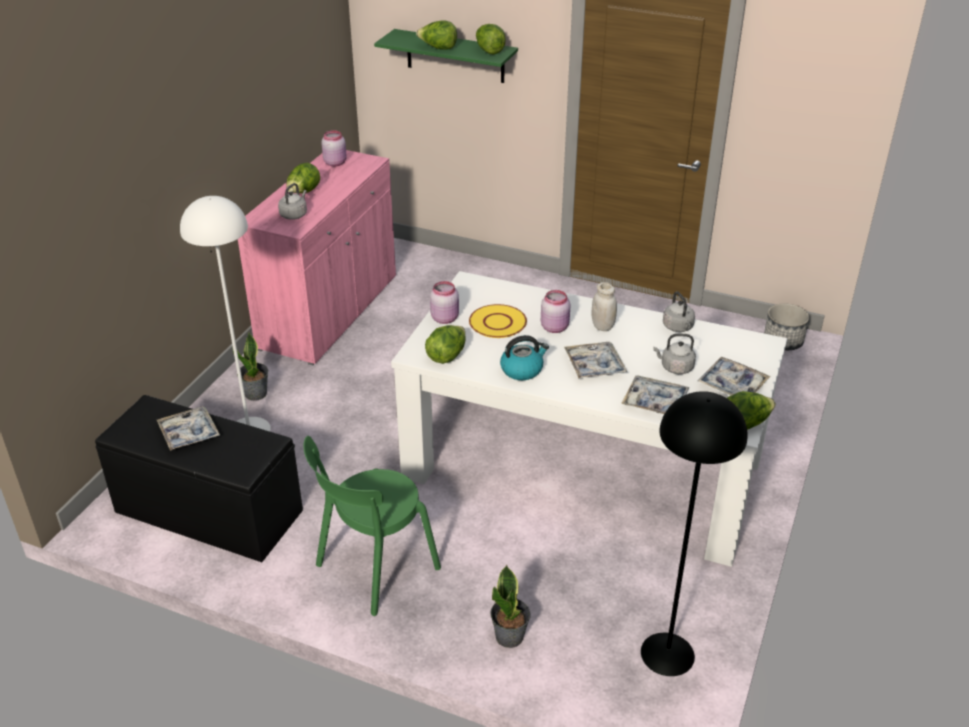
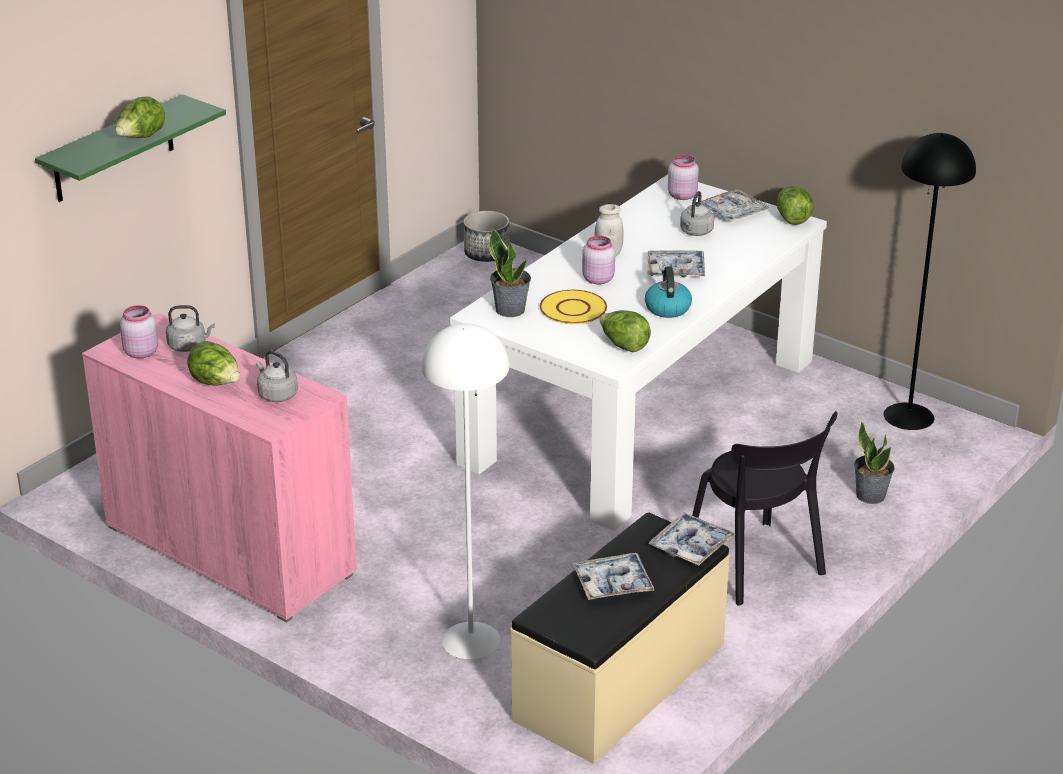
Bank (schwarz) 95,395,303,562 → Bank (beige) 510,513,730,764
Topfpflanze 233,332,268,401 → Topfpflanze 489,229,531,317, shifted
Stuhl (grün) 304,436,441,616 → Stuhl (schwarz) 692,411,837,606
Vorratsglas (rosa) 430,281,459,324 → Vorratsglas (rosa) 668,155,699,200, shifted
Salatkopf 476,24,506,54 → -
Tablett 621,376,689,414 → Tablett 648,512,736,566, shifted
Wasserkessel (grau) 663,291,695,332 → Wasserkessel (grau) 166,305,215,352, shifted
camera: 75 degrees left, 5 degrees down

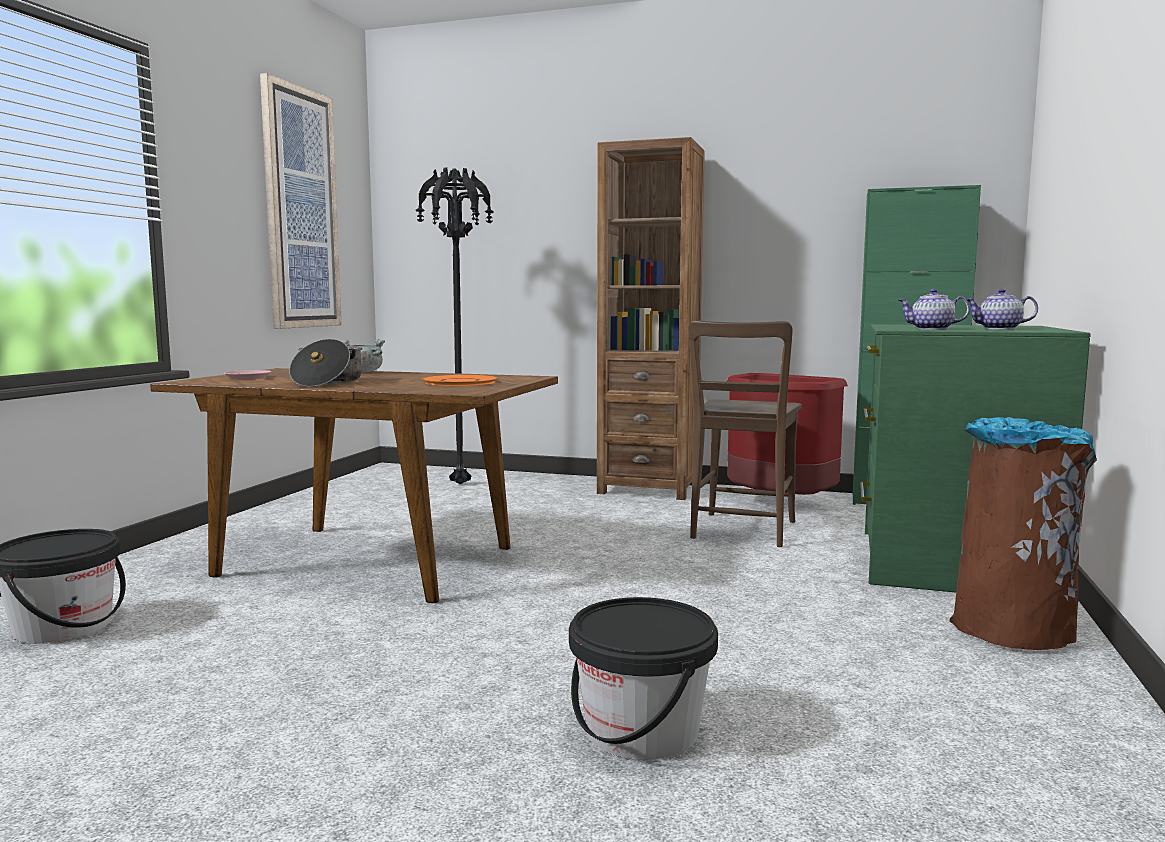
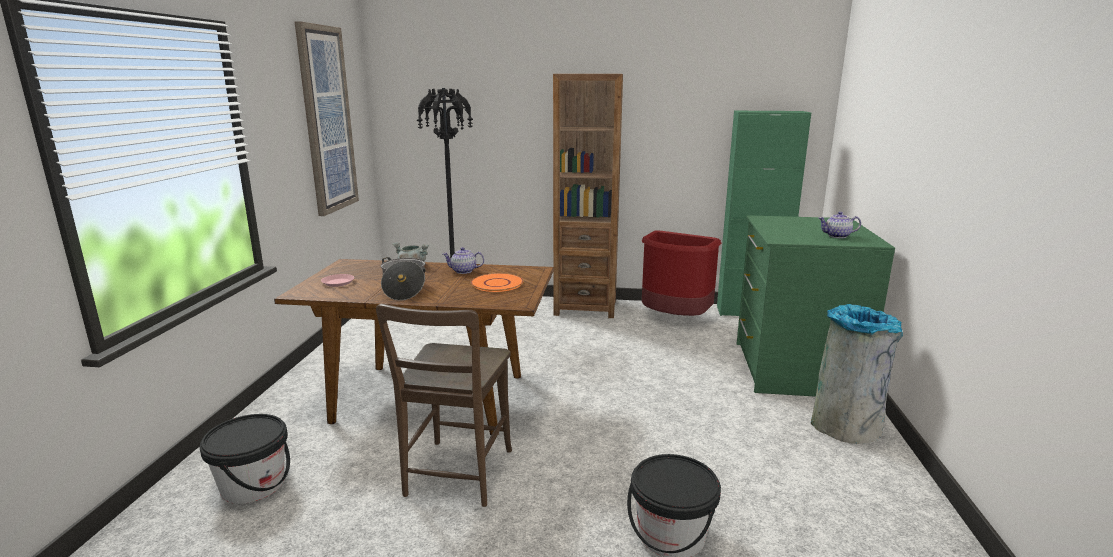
Stuhl (braun) 688,320,802,547 → Stuhl (braun) 376,304,512,507, shifted
Teekanne 899,289,970,330 → Teekanne 442,247,484,274, shifted
Mülleimer (braun) 950,417,1097,650 → Mülleimer (grau) 811,304,903,444
camera: 10 degrees left, 10 degrees up

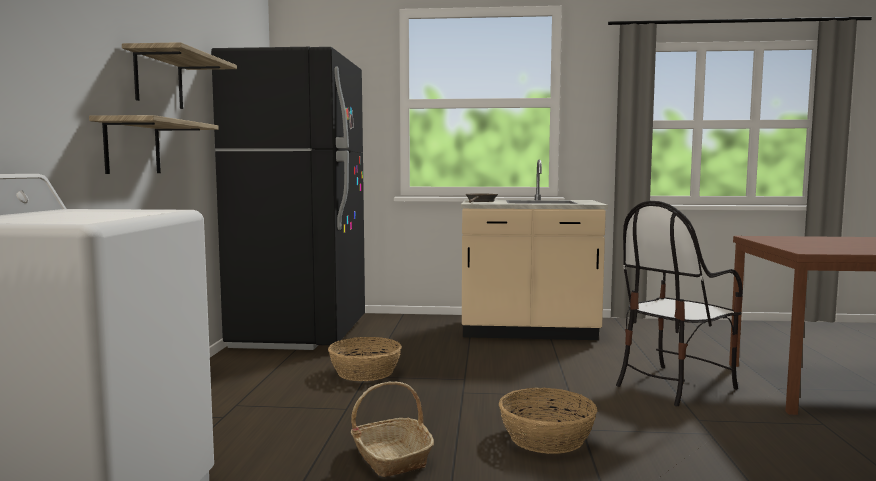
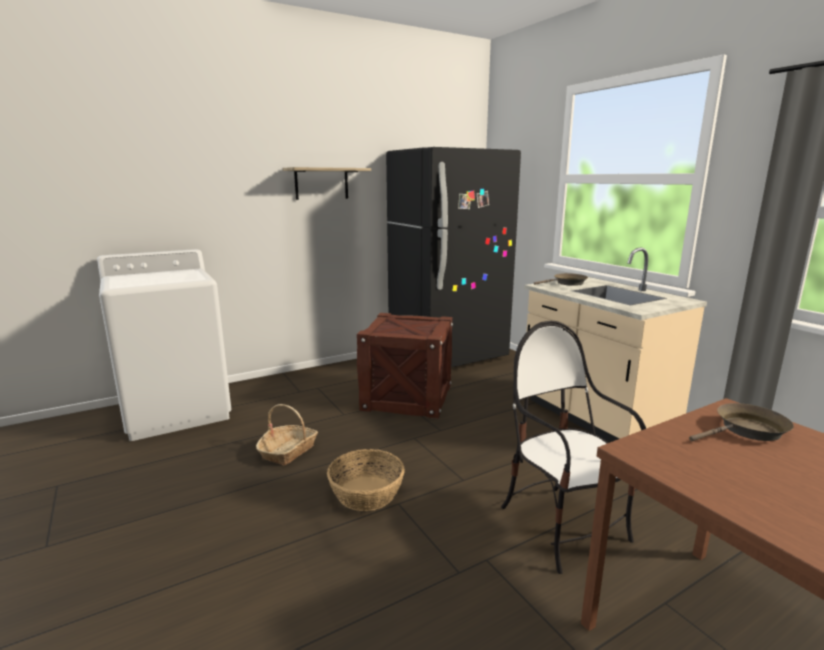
Wandregal 89,115,218,174 → -
Korb 328,337,402,381 → Kiste 357,313,453,419
Stuhl 616,201,743,406 → Stuhl 501,321,646,574, 45 degrees clockwise
- → Pfanne (braun) 689,403,794,441
camera: 55 degrees right, 10 degrees up

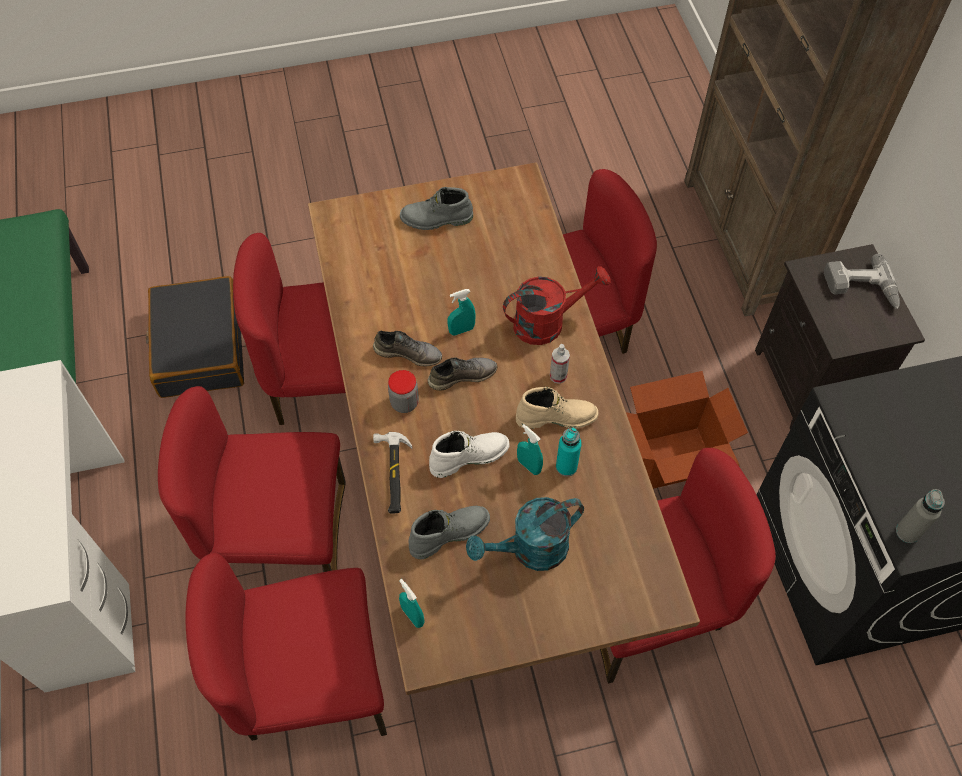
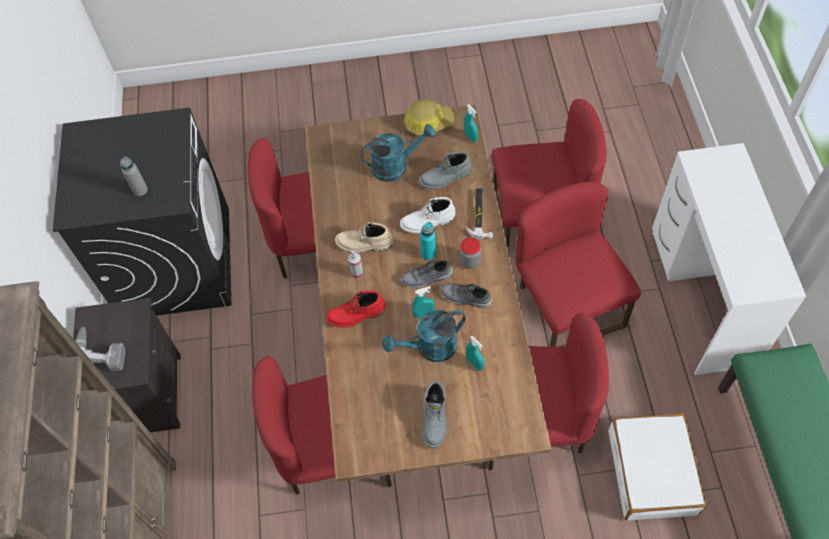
Koffer (schwarz) 146,276,244,398 → Koffer (weiß) 608,413,706,521
Stuhl (rot) 158,386,346,572 → Stuhl (rot) 516,182,641,347, 120 degrees counterclockwise
Stiefel (grau) 400,187,473,230 → Stiefel (grau) 422,381,447,448, 90 degrees clockwise
Gießkanne (rot) 503,266,611,345 → Stiefel (rot) 326,290,386,328
Sprühflasche (türkis) 517,424,543,475 → Sprühflasche (türkis) 466,336,484,371, shifted
Flasche (türkis) 556,427,582,477 → Flasche (türkis) 420,222,436,260, shifted
Karton 626,371,748,489 → -
Flasche (grau) 896,489,945,543 → Flasche (grau) 120,157,148,196, shifted
- → Gießkanne (türkis) 382,310,466,362
- → Schutzhelm 404,100,454,136
camera: 170 degrees left, 0 degrees up

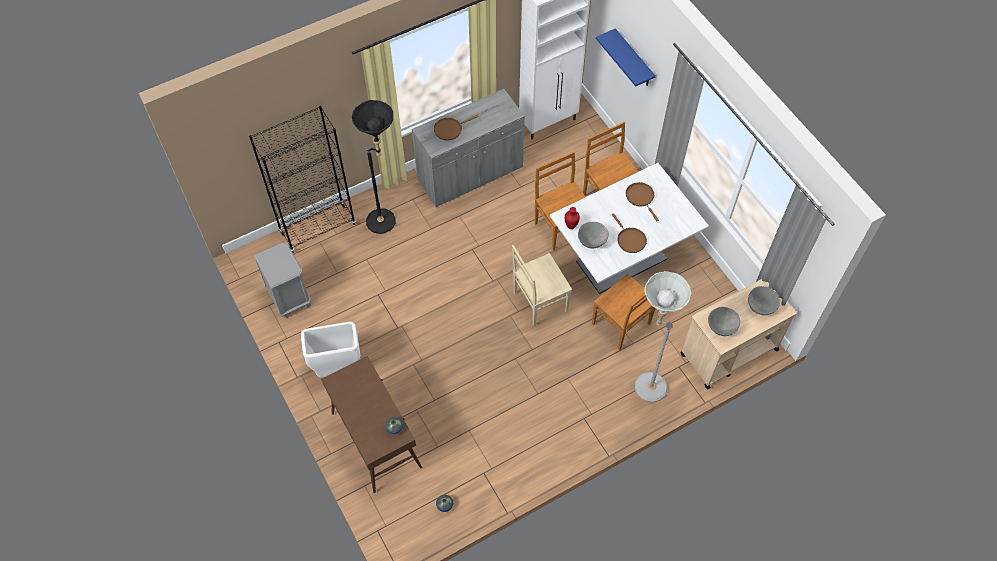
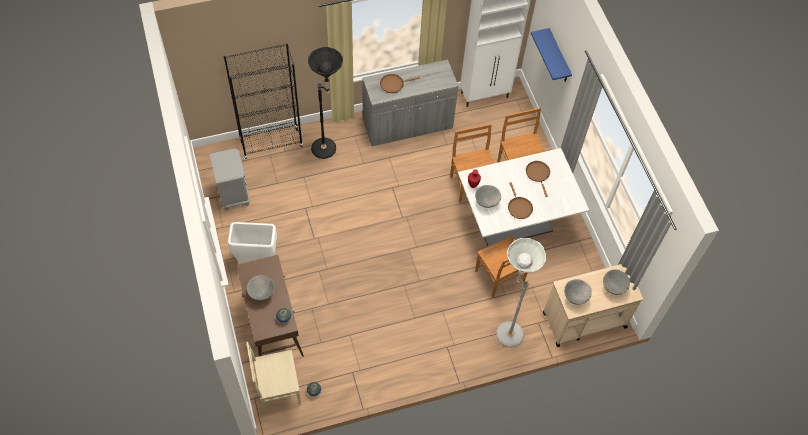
Stuhl (beige) 512,245,572,327 → Stuhl (beige) 246,342,301,412, shifted
- → Schüssel (grau) 247,275,275,301
camera: 10 degrees right, 0 degrees up

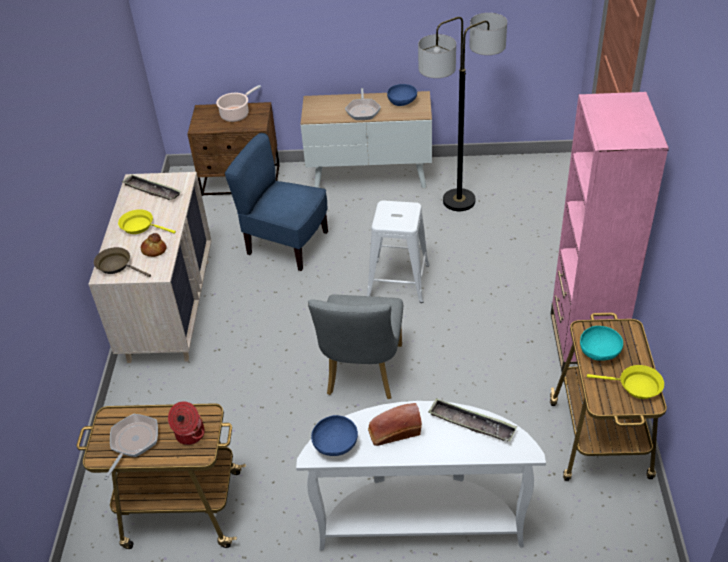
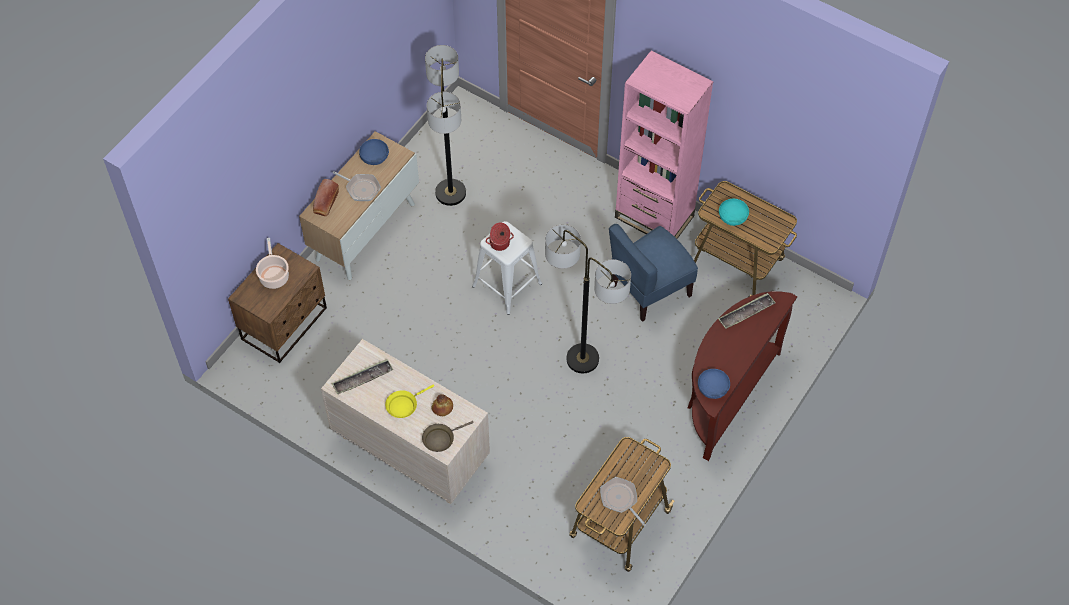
Kochtopf 168,401,205,445 → Kochtopf 486,223,514,251, shifted
Stuhl (blau) 225,133,328,271 → Stuhl (blau) 609,224,698,322, shifted
Konsolentisch (weiß) 296,401,546,551 → Konsolentisch (braun) 688,291,797,461
Stuhl (grau) 308,295,403,399 → Stehlampe 545,225,631,373
Brot 368,403,422,446 → Brot 313,179,339,216, shifted
Pfanne (gelb) 587,365,664,399 → -
camera: 60 degrees left, 15 degrees up

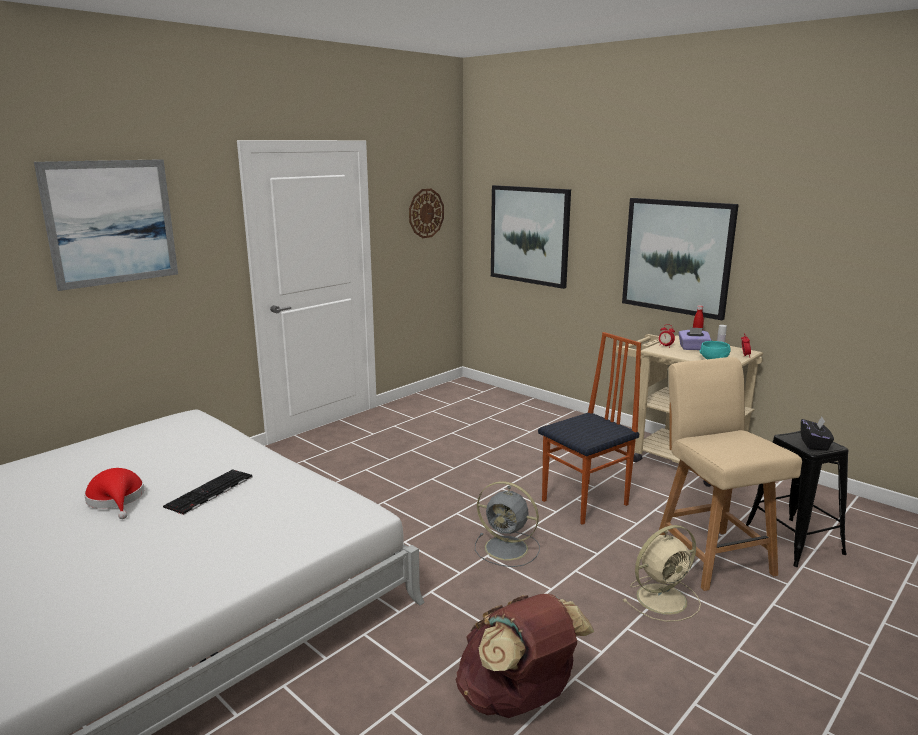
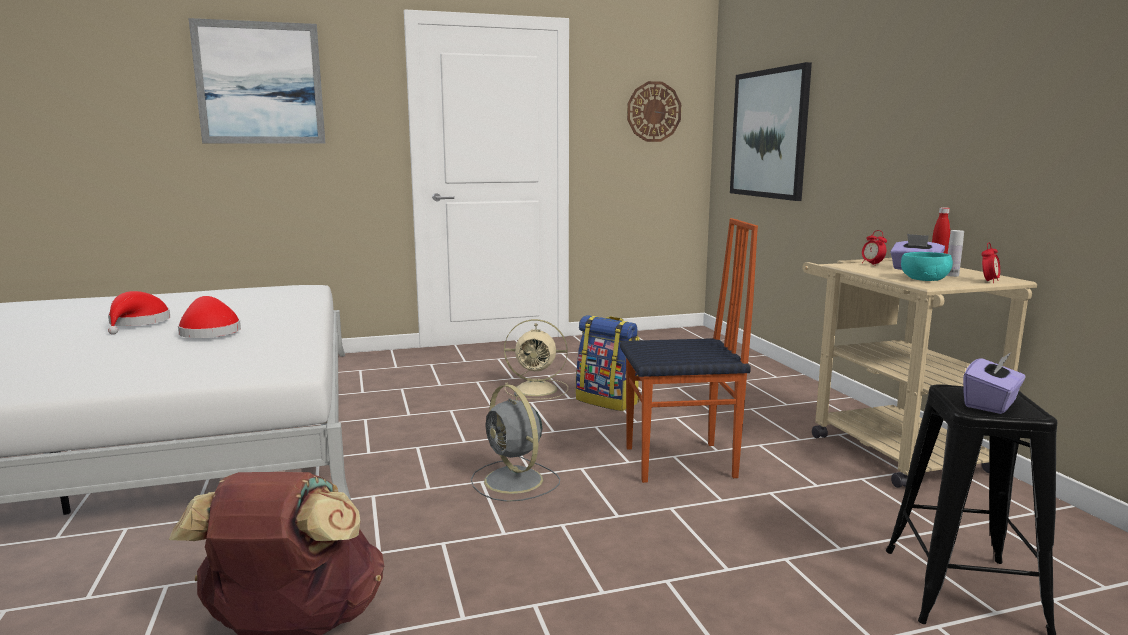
Tastatur 163,469,252,515 → Hut (rot) 178,296,241,338
Bild 622,198,739,320 → -
Ventilator (beige) 622,525,701,622 → Ventilator (beige) 504,319,568,400, shifted
Stuhl (beige) 659,357,802,591 → -
Taschentuchbox (schwarz) 801,417,834,451 → Taschentuchbox (lila) 963,353,1025,414
- → Rucksack 576,315,639,411
camera: 30 degrees right, 5 degrees down

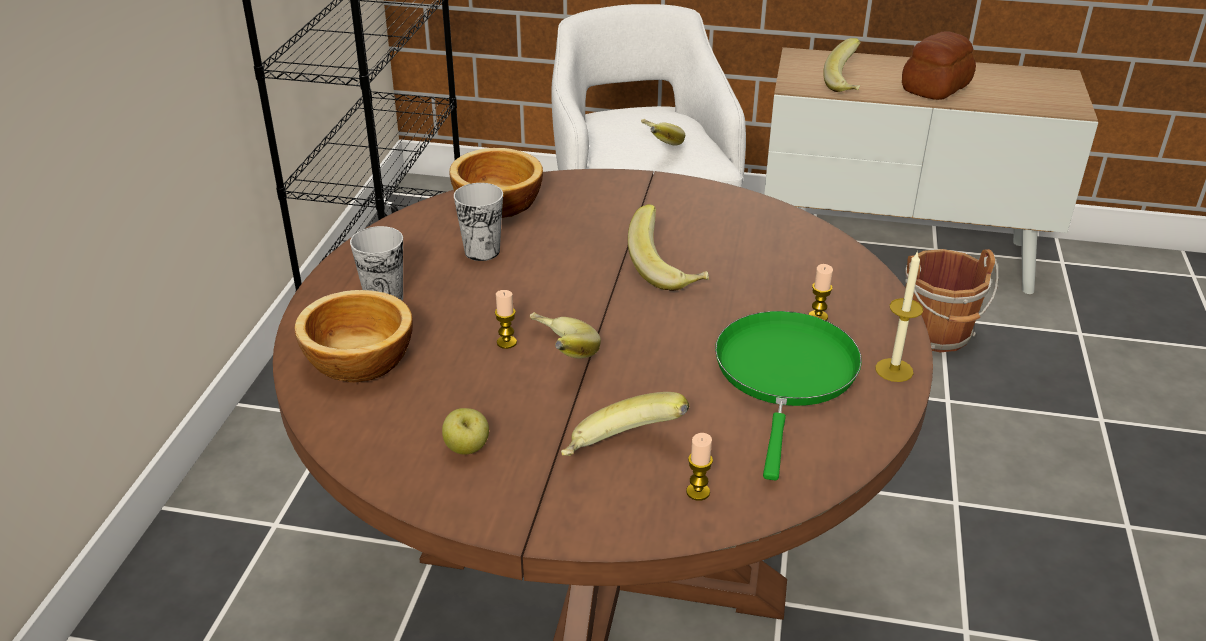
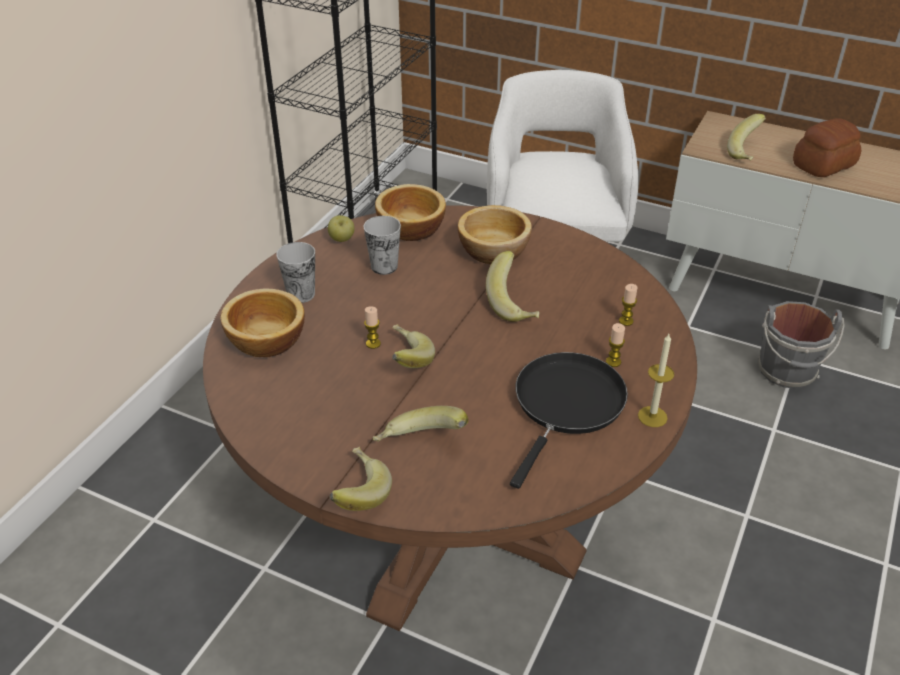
Apfel 442,408,489,455 → Apfel 328,215,355,242, shifted
Banane 641,119,685,146 → Banane 330,447,392,511, shifted
Kerze 686,433,713,501 → Kerze 619,284,638,326, shifted
Pfanne (grün) 715,311,862,480 → Pfanne (schwarz) 510,352,628,489
Eimer (braun) 905,249,999,352 → Eimer (grau) 758,301,845,389
- → Schüssel 458,205,532,264
camera: 15 degrees right, 5 degrees up

